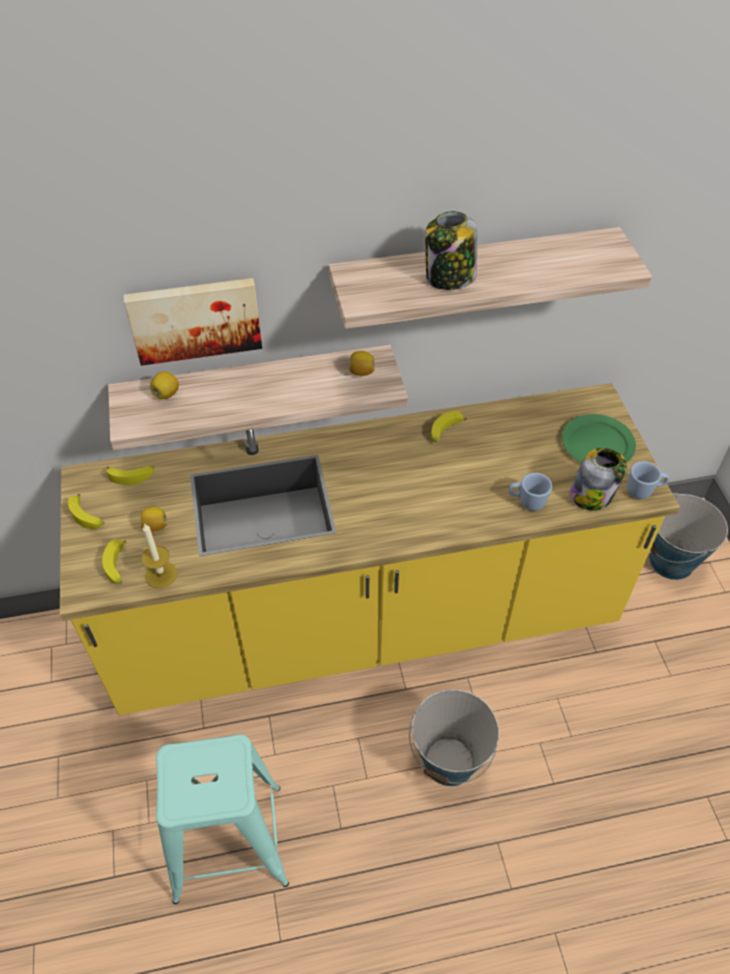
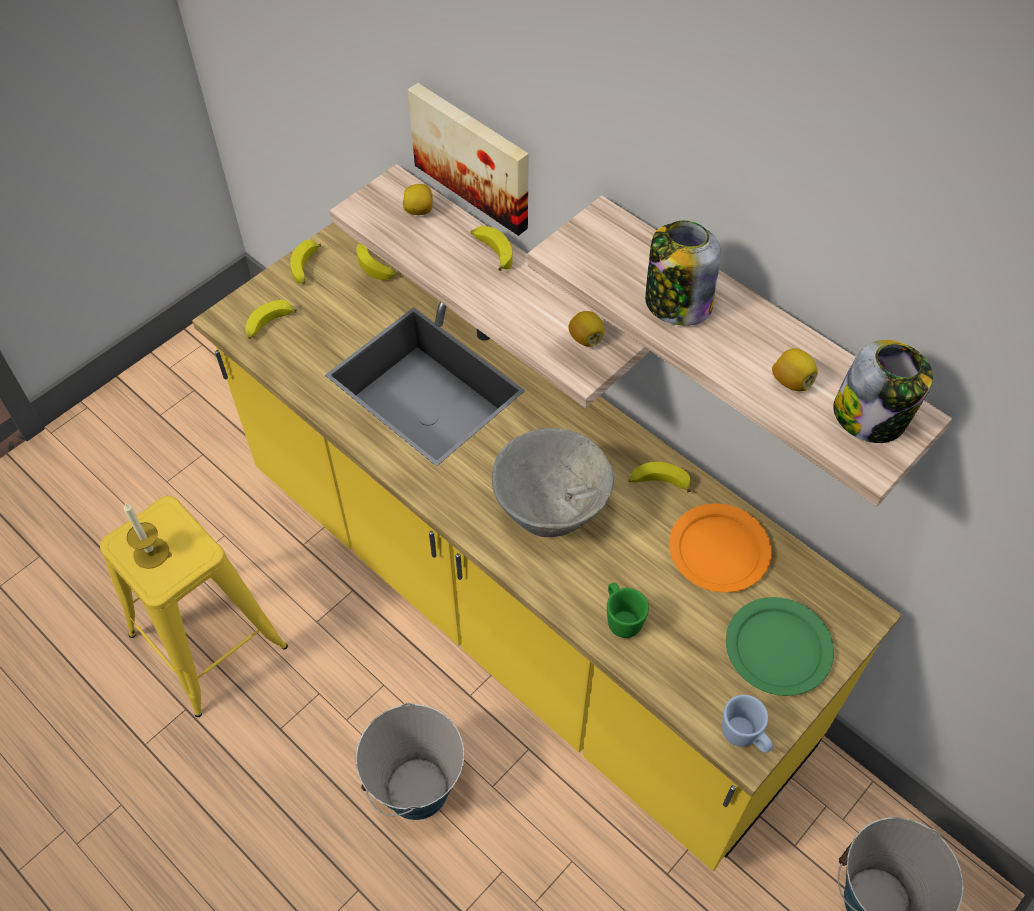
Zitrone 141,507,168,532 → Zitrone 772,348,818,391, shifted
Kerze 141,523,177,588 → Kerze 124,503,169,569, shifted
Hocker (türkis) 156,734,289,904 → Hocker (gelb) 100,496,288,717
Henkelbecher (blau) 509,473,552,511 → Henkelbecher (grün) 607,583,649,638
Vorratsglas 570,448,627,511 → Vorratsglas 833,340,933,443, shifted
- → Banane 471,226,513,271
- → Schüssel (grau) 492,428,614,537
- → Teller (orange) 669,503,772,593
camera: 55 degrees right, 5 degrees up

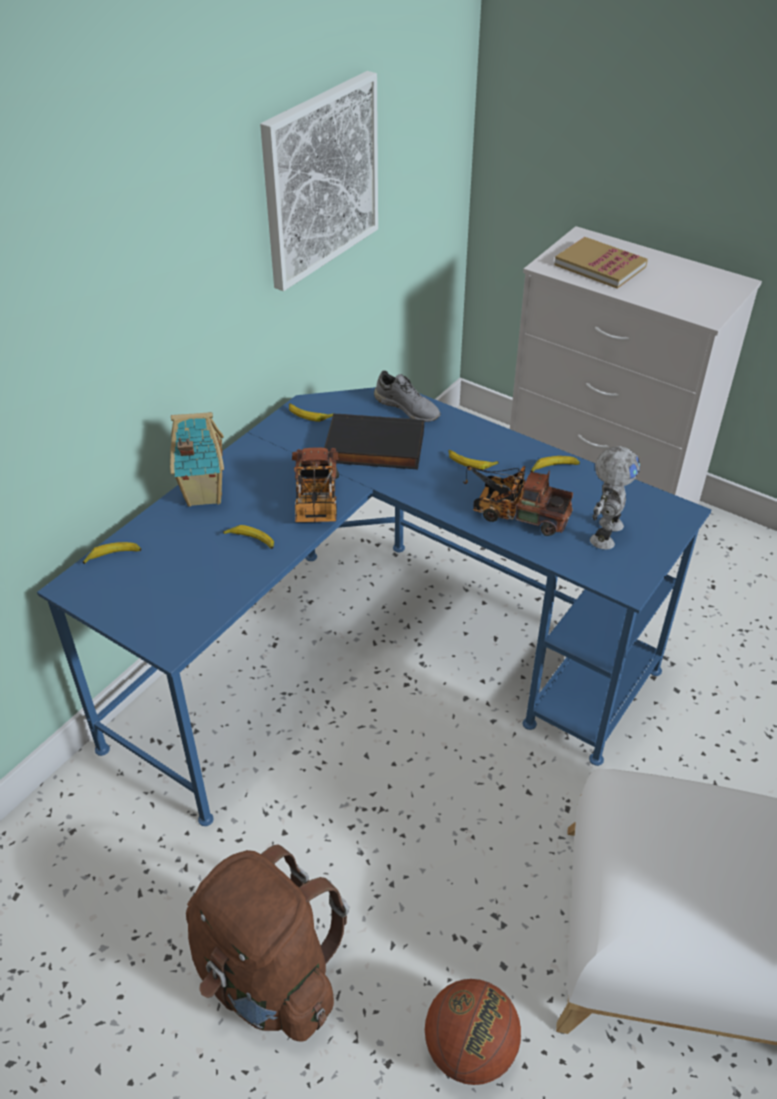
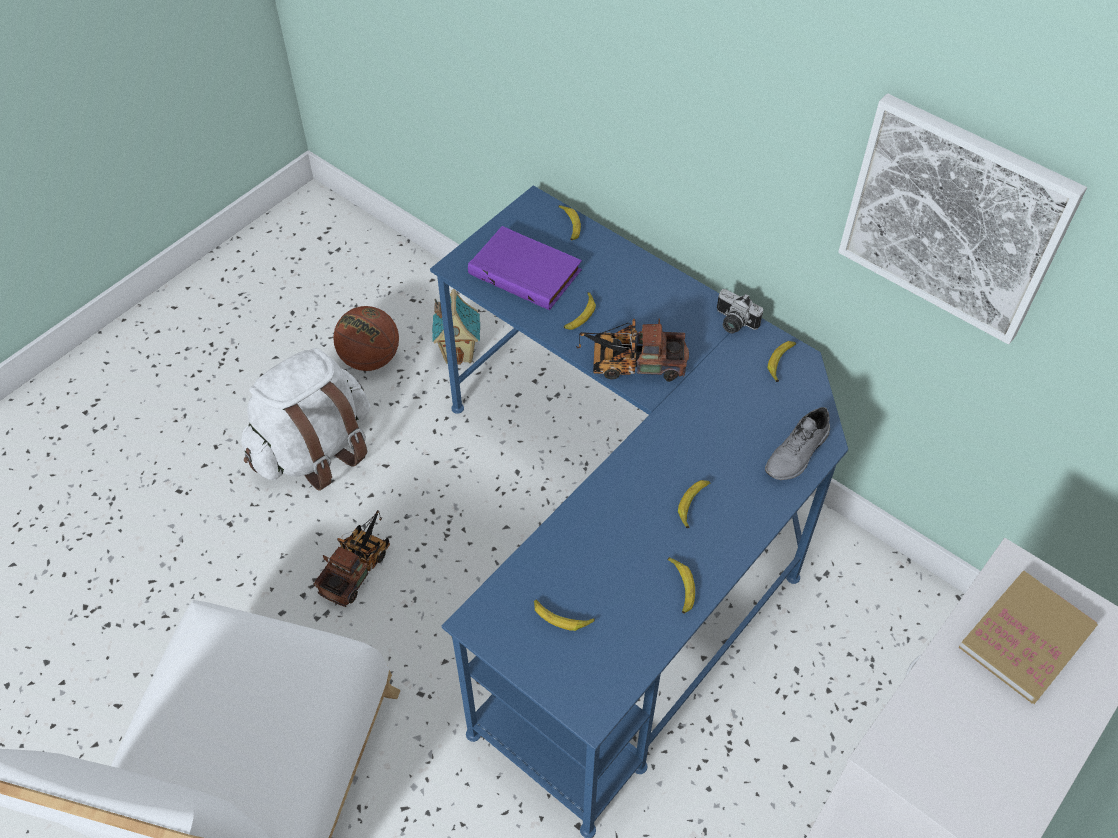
Spielzeughaus 170,412,224,507 → Spielzeughaus 432,289,480,365, shifted
Rucksack (braun) 186,844,349,1041 → Rucksack (weiß) 241,348,370,491
Buch (schwarz) 324,414,424,469 → -
Basketball 425,979,521,1085 → Basketball 333,306,399,371, shifted
Spielzeuglaster 463,466,573,536 → Spielzeuglaster 313,510,390,607, shifted
Spielzeugroboter 590,446,640,550 → Banane 534,599,595,631
- → Buch (lila) 468,226,582,310
- → Kamera 717,289,763,333
camera: 95 degrees right, 10 degrees up

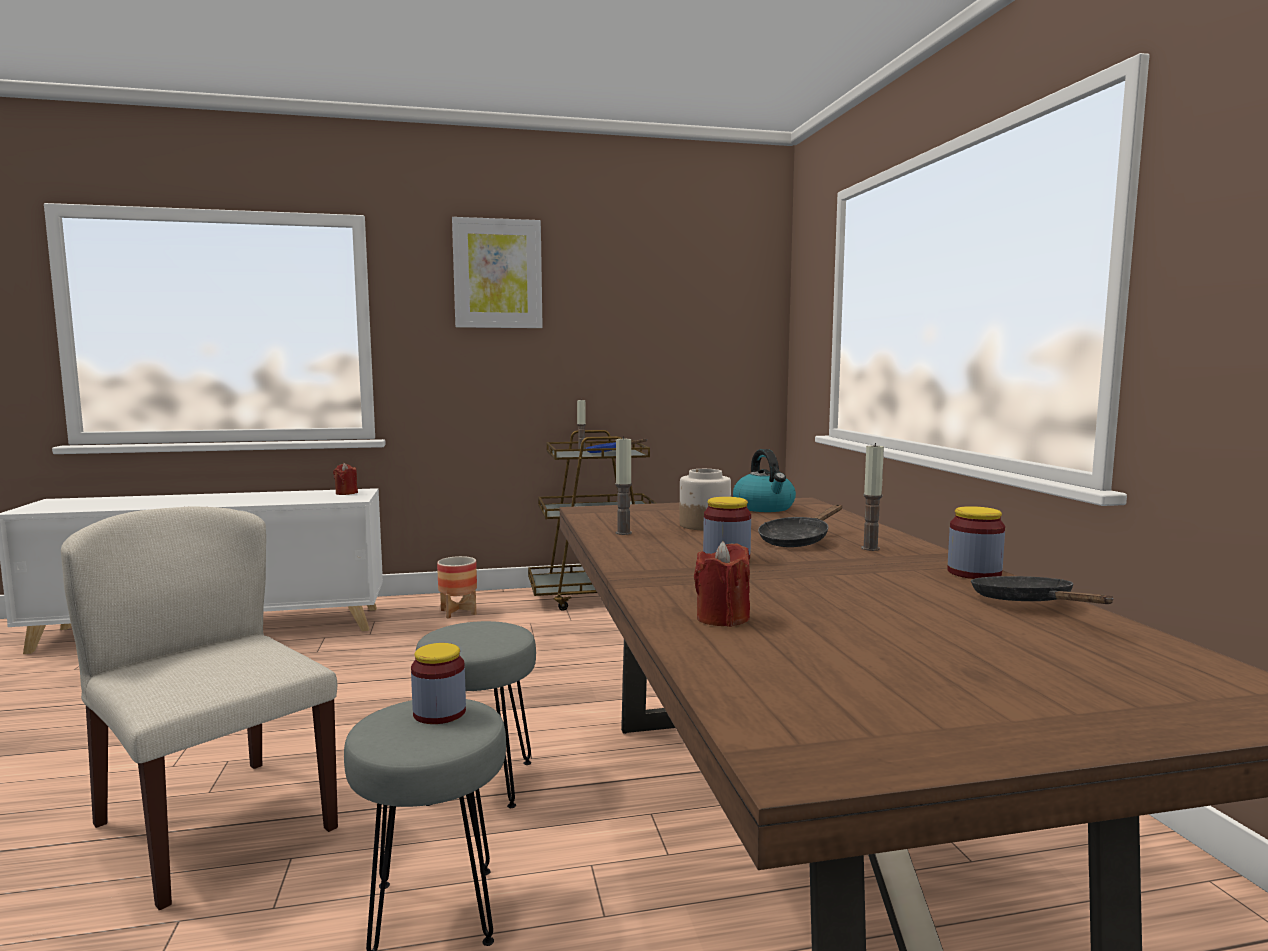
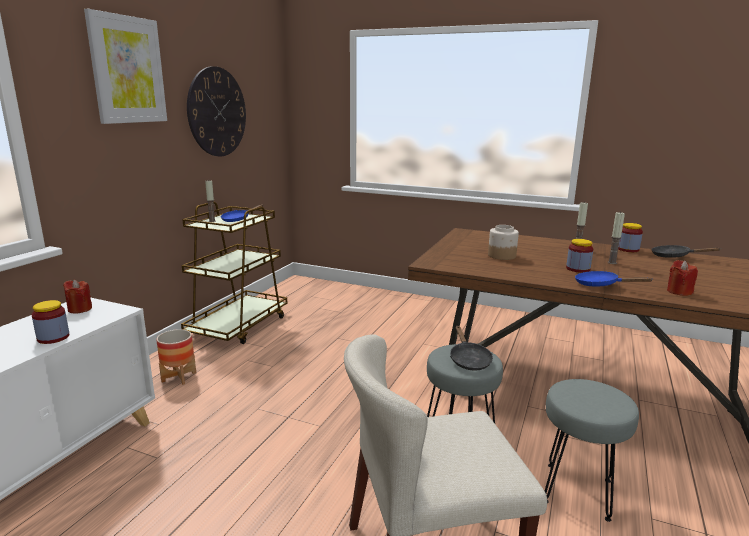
Vorratsglas 411,643,466,724 → Vorratsglas 32,300,69,344, shifted
Kerze 615,436,632,535 → Kerze 608,211,625,264, shifted
Wasserkessel 733,449,796,512 → -
Pfanne (schwarz) 758,504,842,547 → Pfanne (schwarz) 450,326,493,370, shifted
- → Wanduhr 187,66,246,156
- → Pfanne (blau) 575,271,653,287
camera: 55 degrees left, 10 degrees up

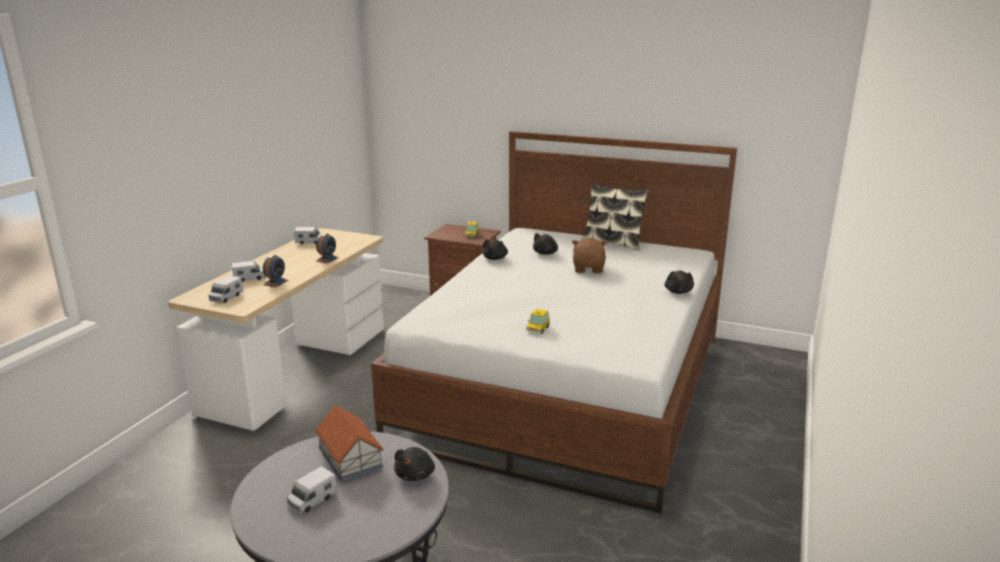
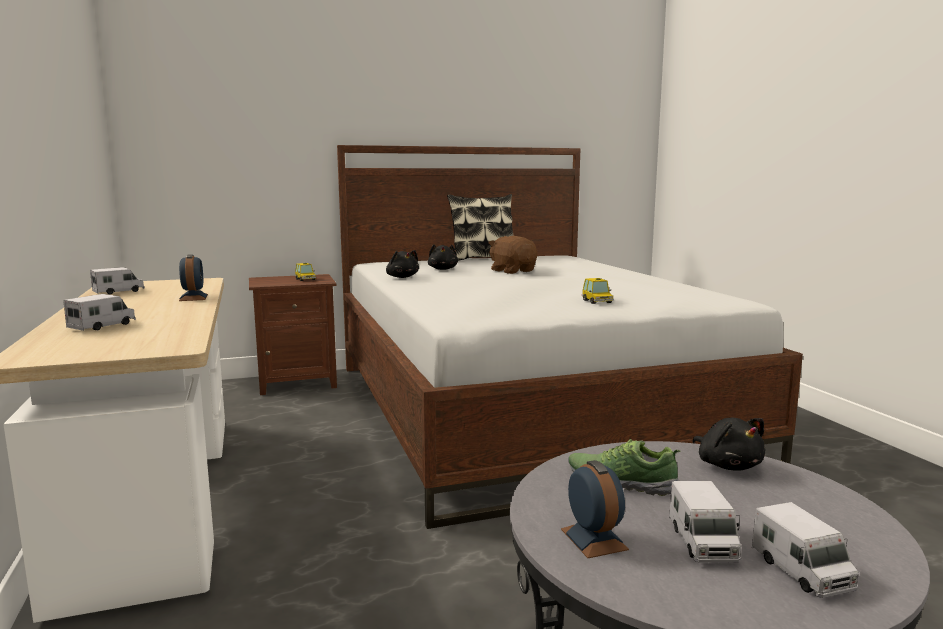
Spielzeuglaster 208,276,243,303 → Spielzeuglaster 752,502,859,598, shifted
Wecker 263,255,288,287 → Wecker 561,460,629,558, shifted
Spielzeughaus 315,405,384,482 → Schuh 568,439,681,496
Plüschtier (schwarz) 664,271,694,294 → -
camera: 40 degrees left, 10 degrees down

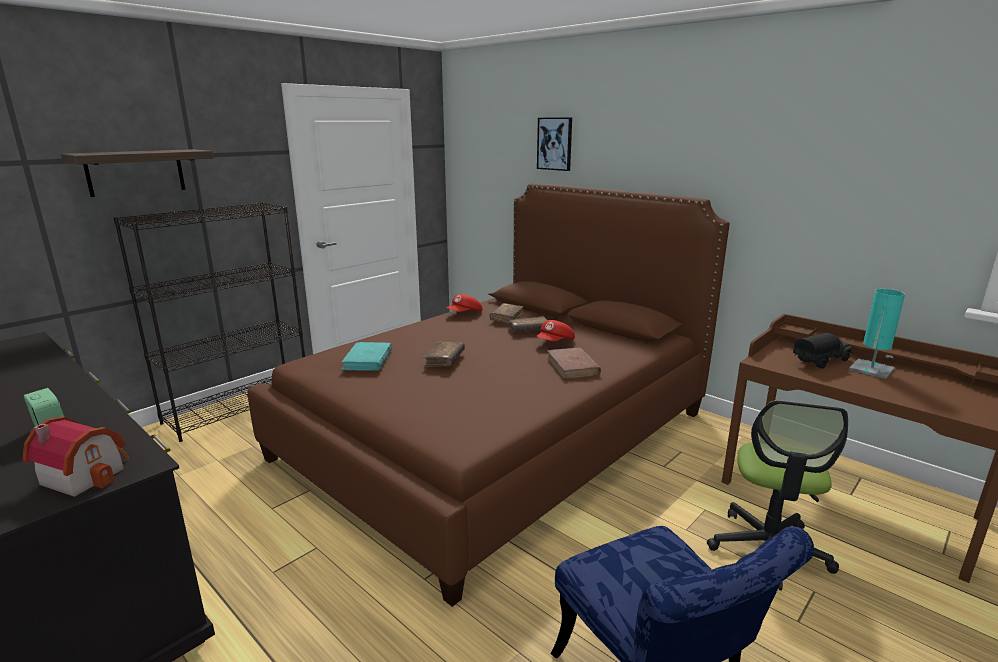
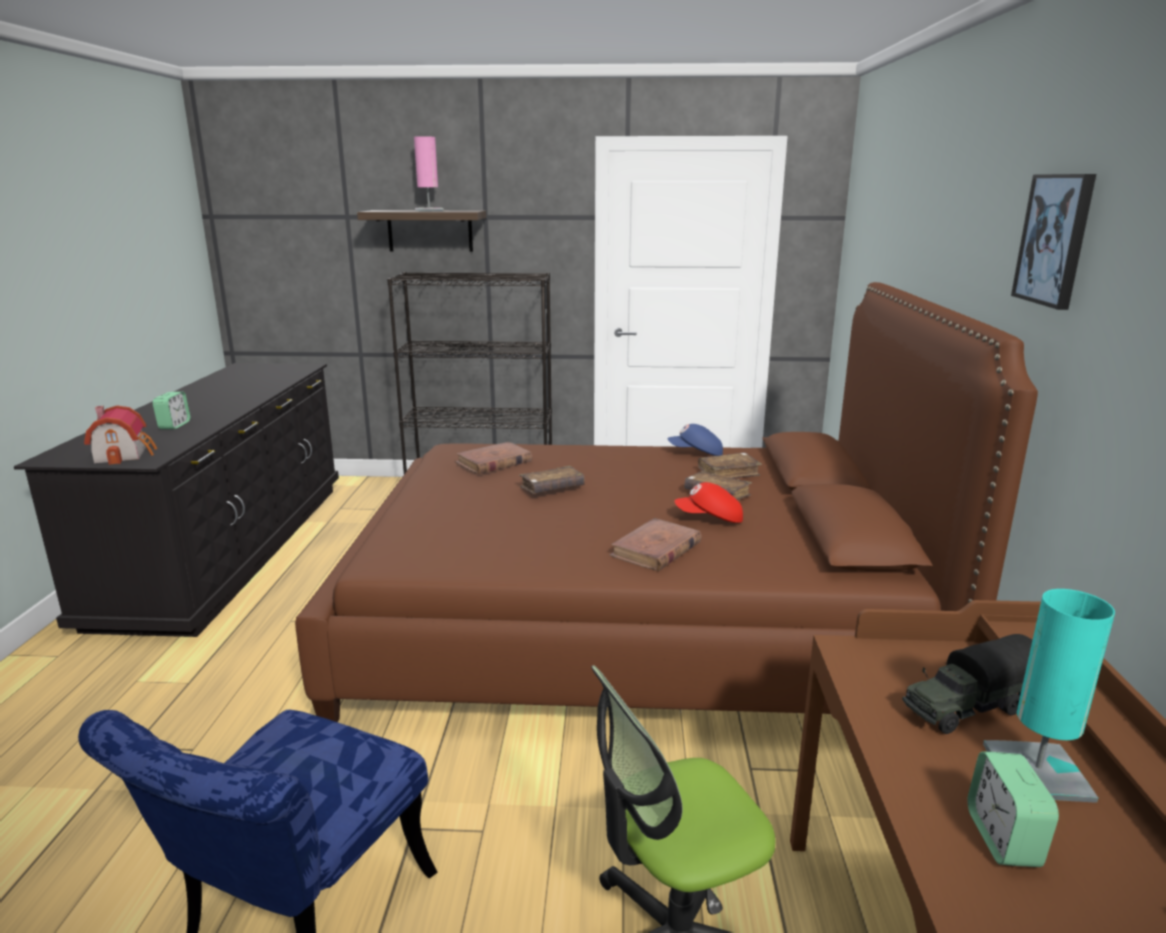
Buch (türkis) 341,342,392,371 → Buch (braun) 455,442,532,474
Kappe (rot) 446,294,483,312 → Kappe (blau) 668,424,723,456
Bild 537,118,572,171 → Bild 1011,174,1096,310, shifted
Spielzeuglaster 793,333,852,369 → Spielzeuglaster 902,634,1032,734, 135 degrees clockwise
- → Tischlampe (rosa) 414,136,444,211
- → Wecker 967,751,1059,867
camera: 50 degrees right, 0 degrees up

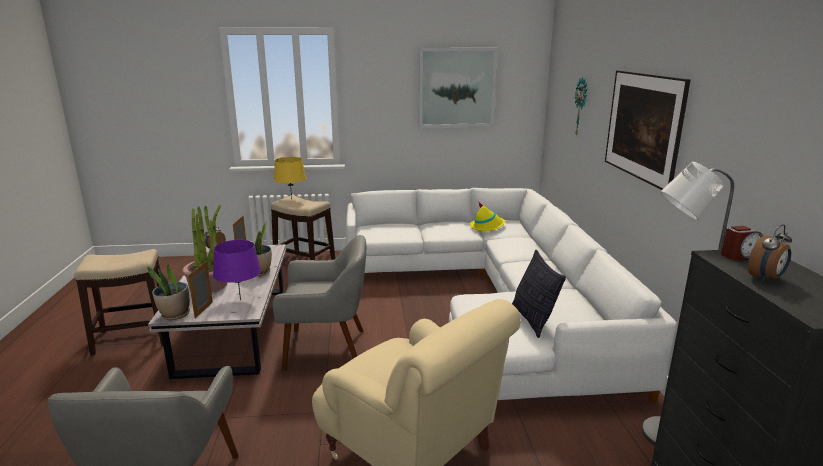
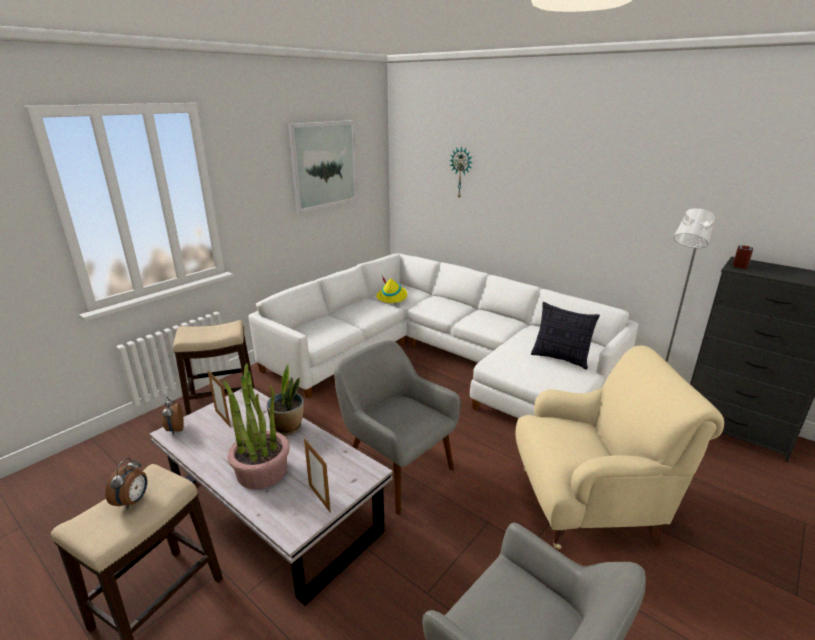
Topfpflanze 147,265,190,320 → -
Tischlampe (lila) 213,240,261,300 → -
Sessel (grau) 273,235,366,372 → Sessel (grau) 334,340,461,515, 90 degrees counterclockwise
Tischlampe (gelb) 274,157,307,200 → -
Bild 605,71,690,190 → -
Wecker 748,224,792,282 → Wecker 105,458,147,509, shifted
camera: 45 degrees left, 5 degrees up

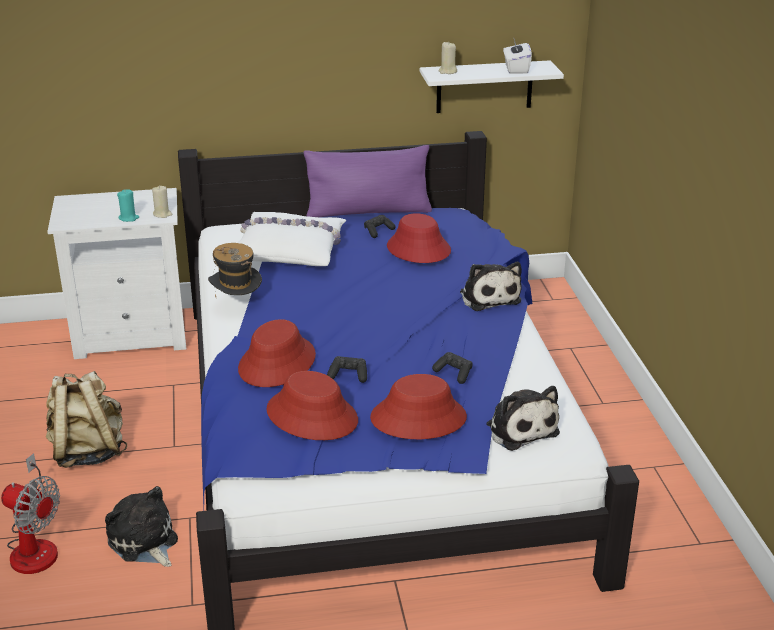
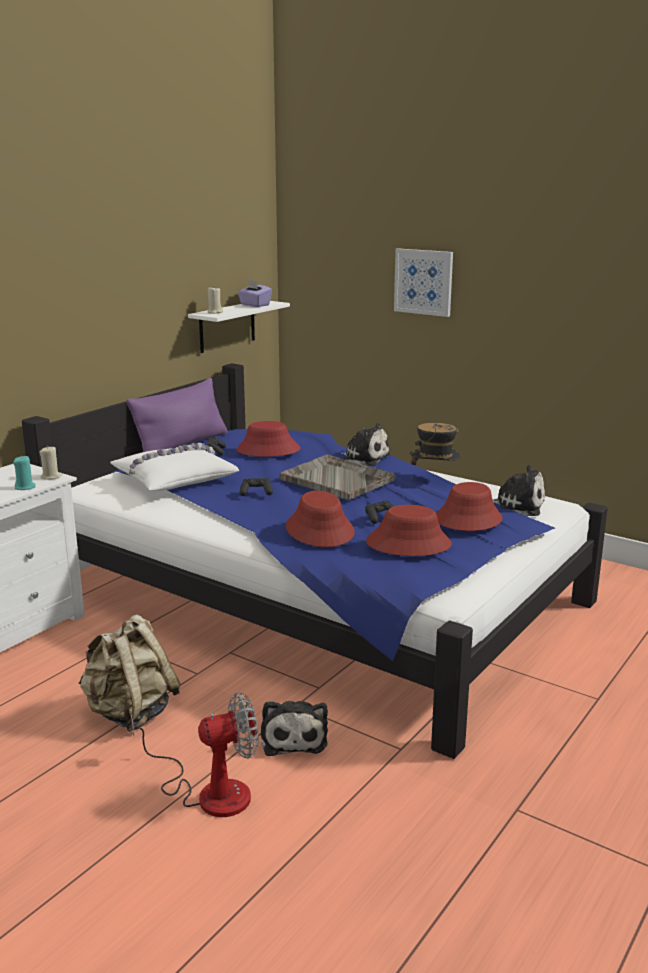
Plüschtier 105,486,178,567 → Plüschtier 261,701,328,756, 105 degrees counterclockwise
Hut 208,243,262,297 → Hut 409,423,461,480, shifted
Gamepad (schwarz) 432,352,473,384 → Gamepad (schwarz) 239,478,273,496, shifted
Taschentuchbox (weiß) 503,39,532,74 → Taschentuchbox (lila) 237,280,272,307
- → Tablett (grau) 279,454,396,500
- → Bild 394,248,453,317
camera: 45 degrees left, 10 degrees down

